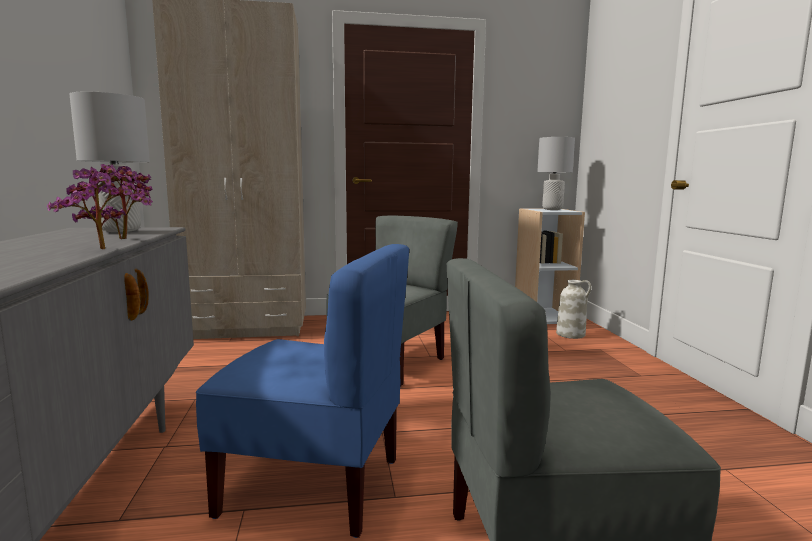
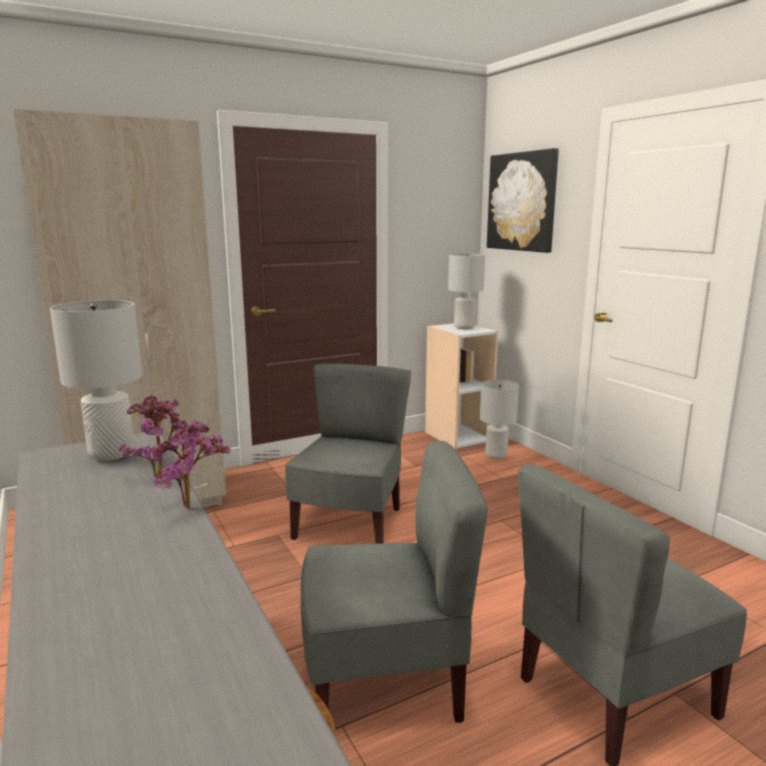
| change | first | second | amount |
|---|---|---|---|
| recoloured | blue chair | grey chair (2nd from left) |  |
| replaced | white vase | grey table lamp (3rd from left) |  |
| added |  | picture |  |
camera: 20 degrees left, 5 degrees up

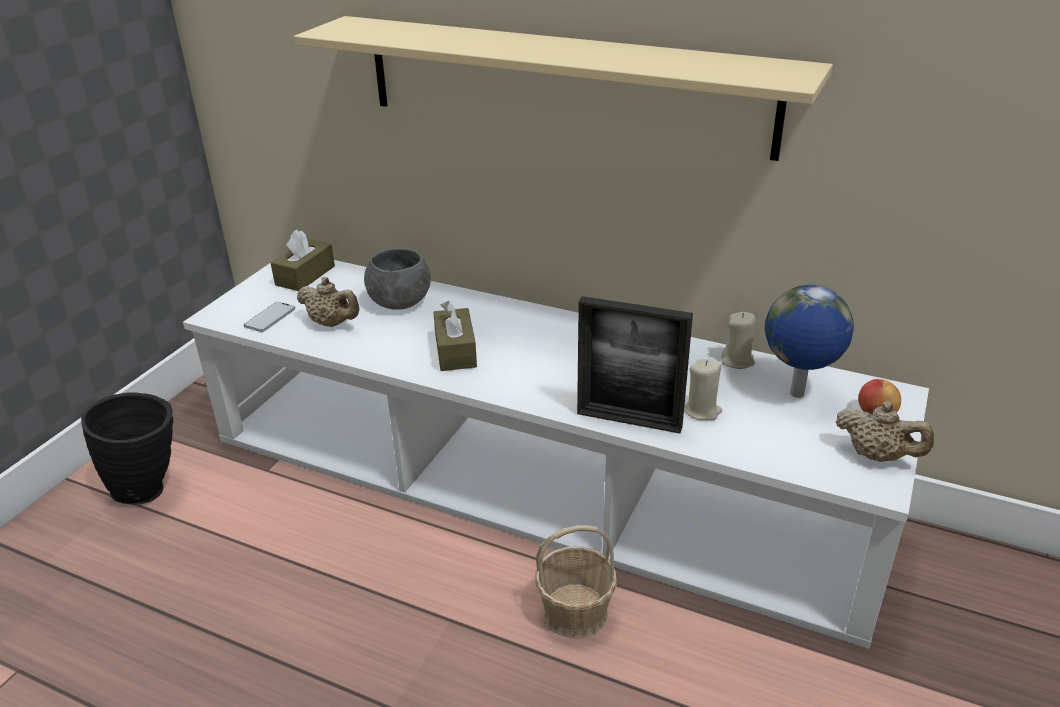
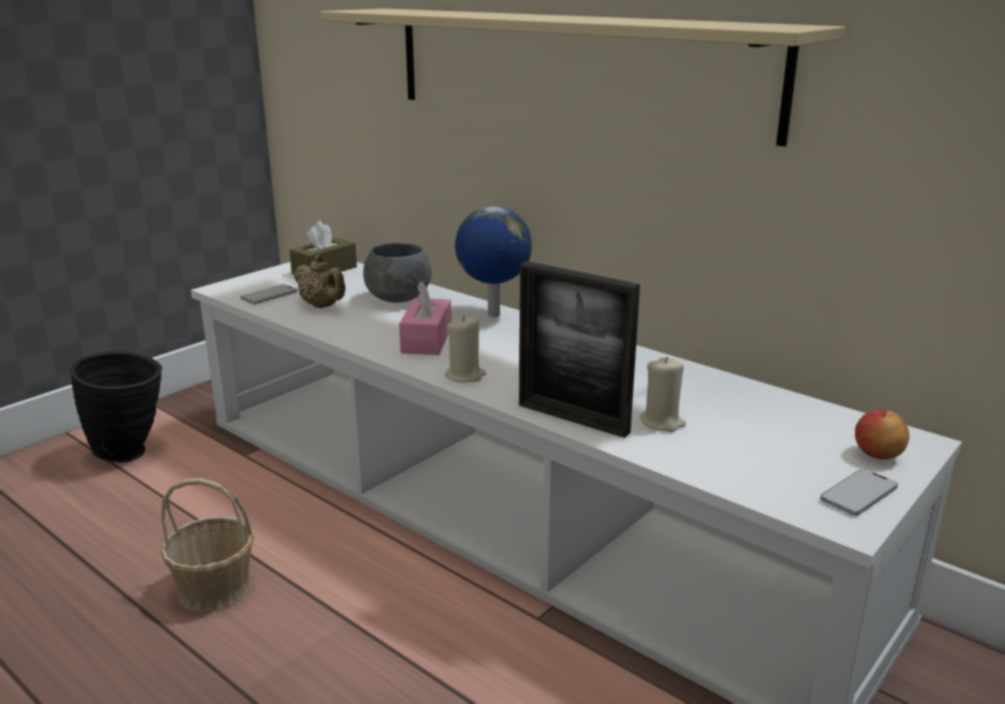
| change | first | second | amount |
|---|---|---|---|
| moved | globe |  |  |
| recoloured | brown tissue box (2nd from left) | pink tissue box |  |
| moved | beige candle (2nd from left in the first image) | beige candle (1st from left) |  |
| replaced | beige teapot (2nd from left) | phone (2nd from left) |  |
| moved | basket |  |  |
camera: 15 degrees right, 10 degrees down

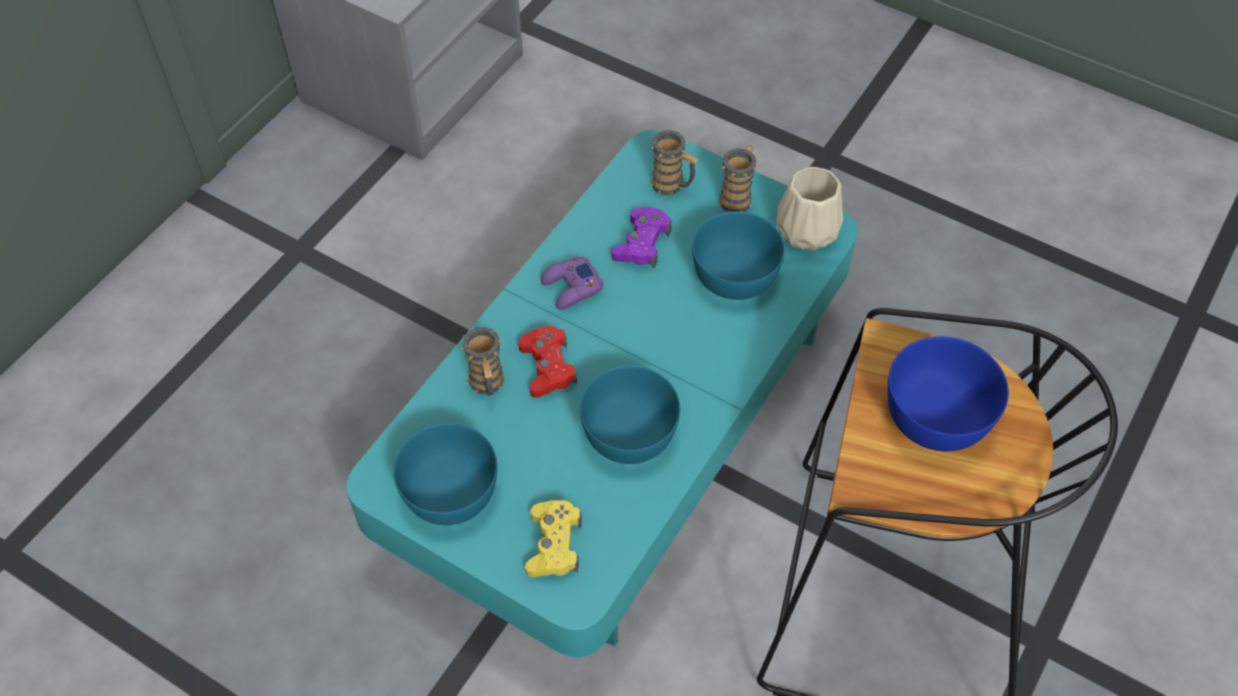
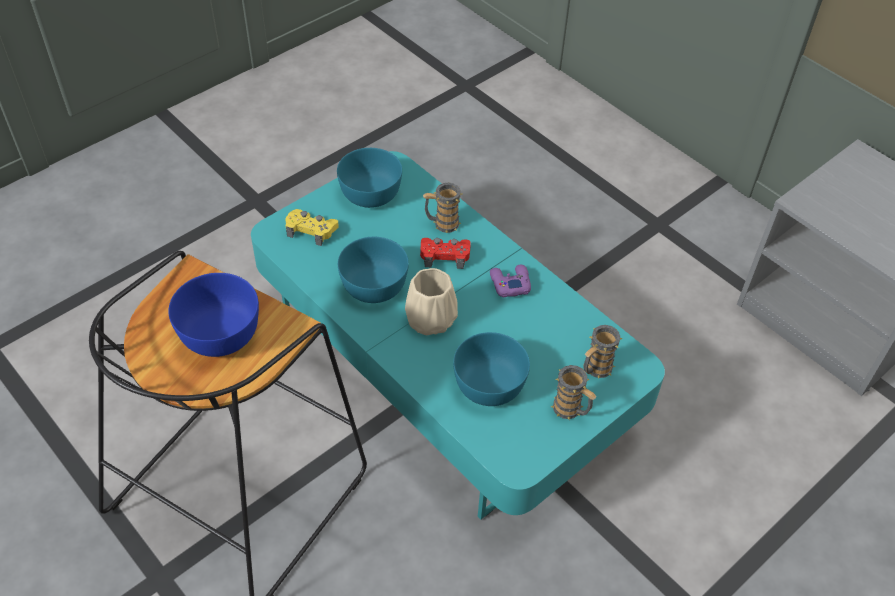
| change | first | second | amount |
|---|---|---|---|
| moved | beige vase |  |  |
| removed | purple game controller (2nd from left) |  |  |
camera: 105 degrees right, 5 degrees down

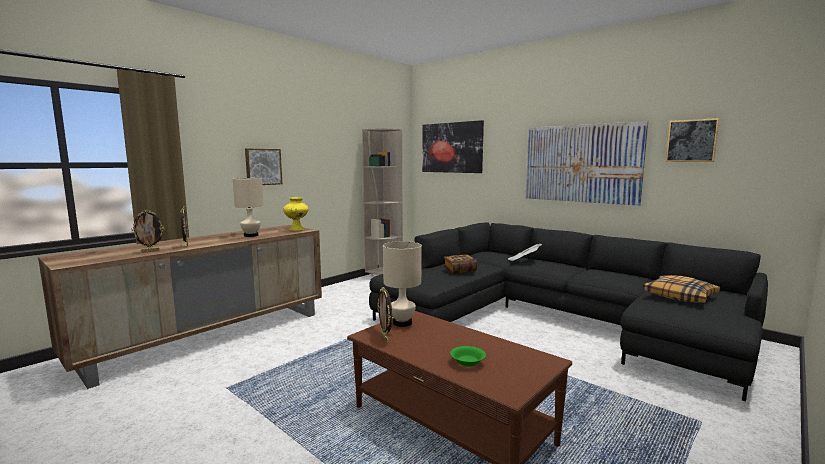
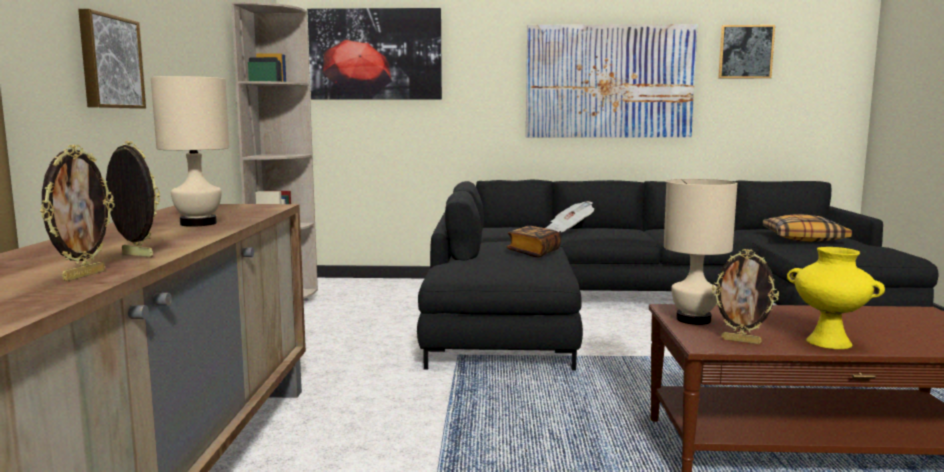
| change | first | second | amount |
|---|---|---|---|
| moved | yellow vase |  |  |
| removed | green bowl |  |  |
camera: 40 degrees left, 0 degrees up

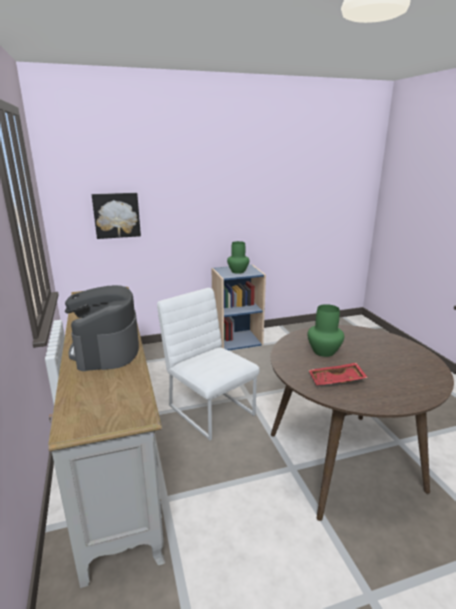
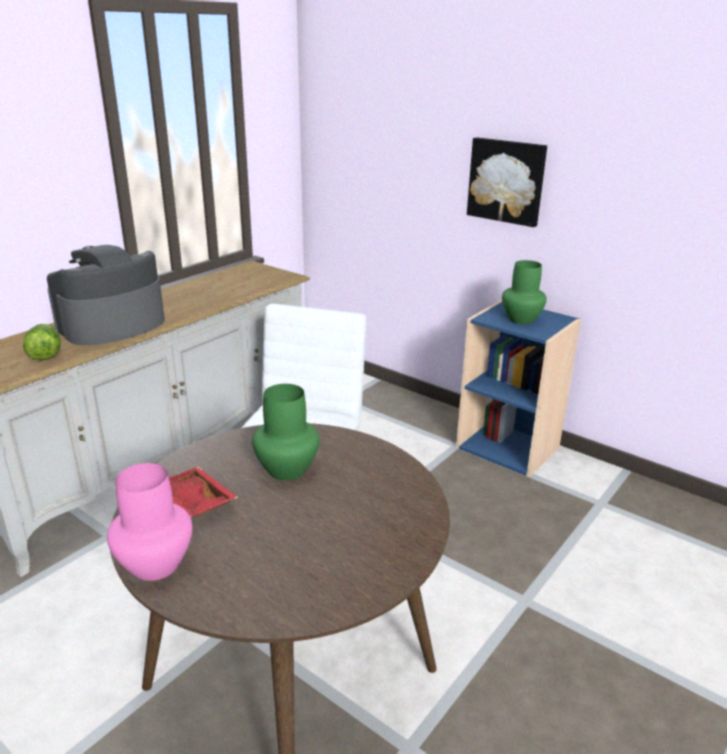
| change | first | second | amount |
|---|---|---|---|
| moved | picture |  |  |
| added |  | lettuce |  |
| added |  | pink vase |  |
camera: 55 degrees right, 5 degrees up

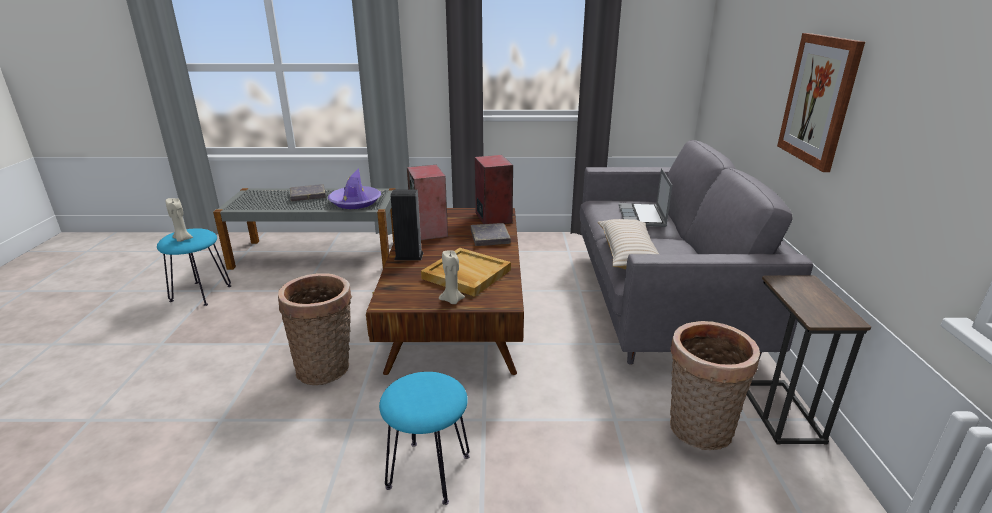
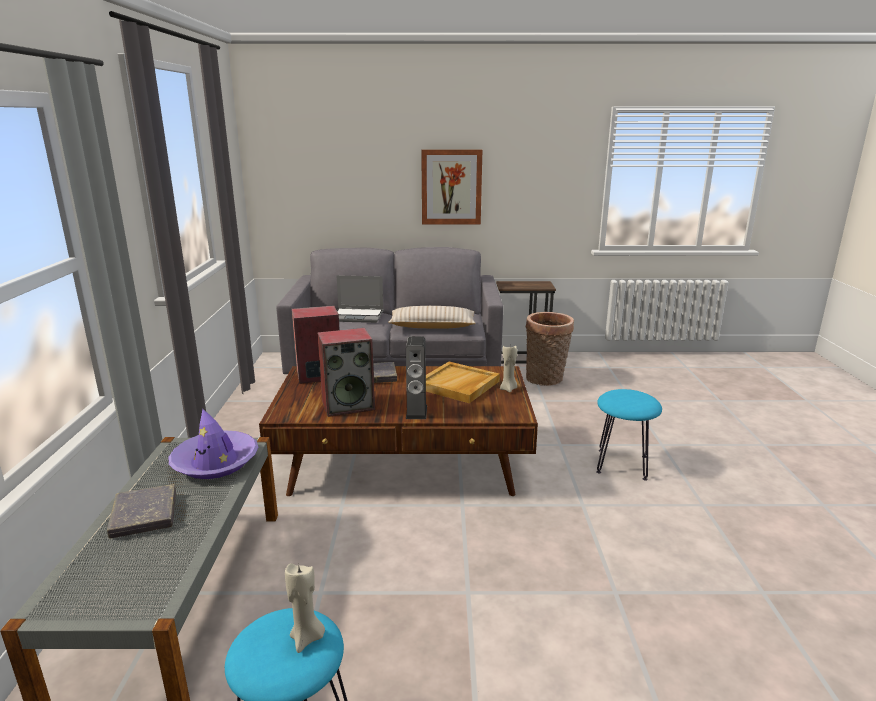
| change | first | second | amount |
|---|---|---|---|
| removed | basket (1st from left) |  |  |
camera: 90 degrees left, 5 degrees down

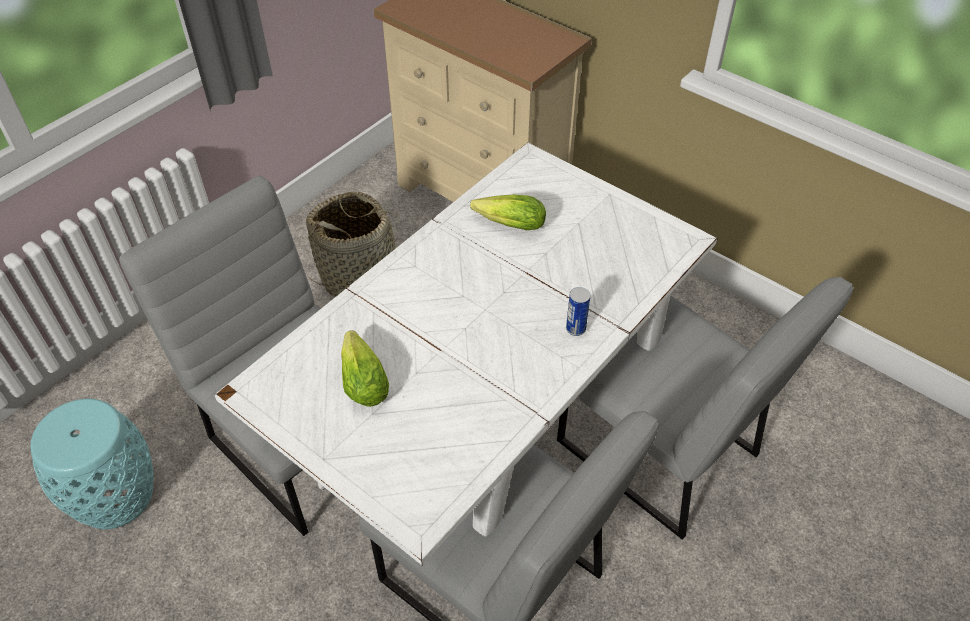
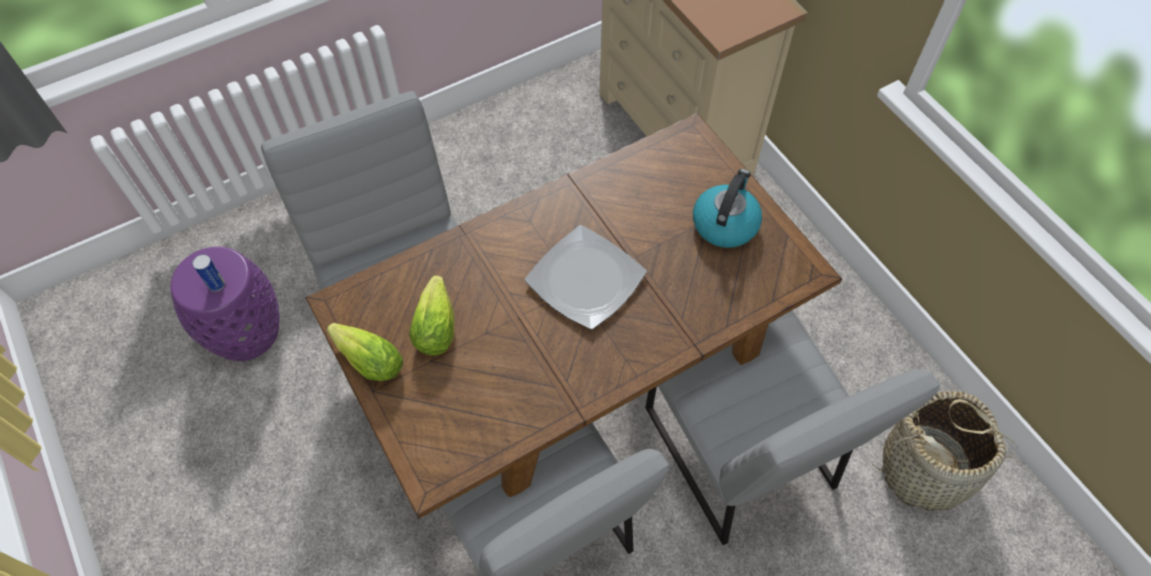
| change | first | second | amount |
|---|---|---|---|
| recoloured | white dining table | brown dining table |  |
| moved | basket |  |  |
| moved | lettuce (2nd from left in the first image) | lettuce (1st from left) |  |
| moved | can |  |  |
| recoloured | turquoise stool | purple stool |  |
| added |  | kettle |  |
| added |  | plate |  |
camera: 20 degrees right, 10 degrees up

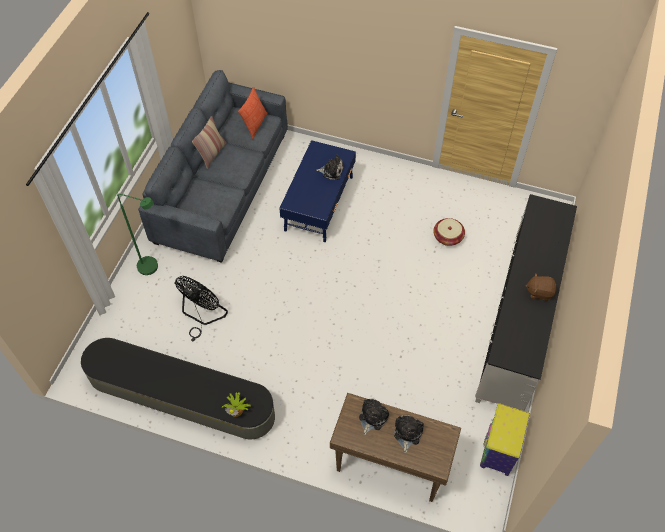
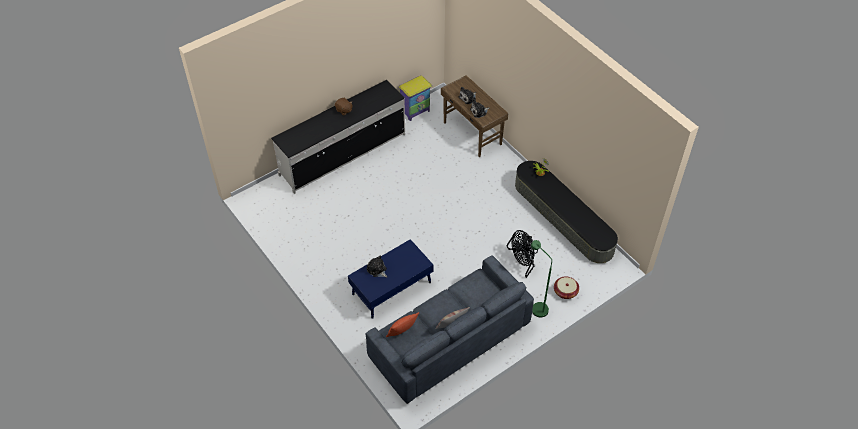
| change | first | second | amount |
|---|---|---|---|
| moved | basket |  |  |
camera: 145 degrees left, 5 degrees down

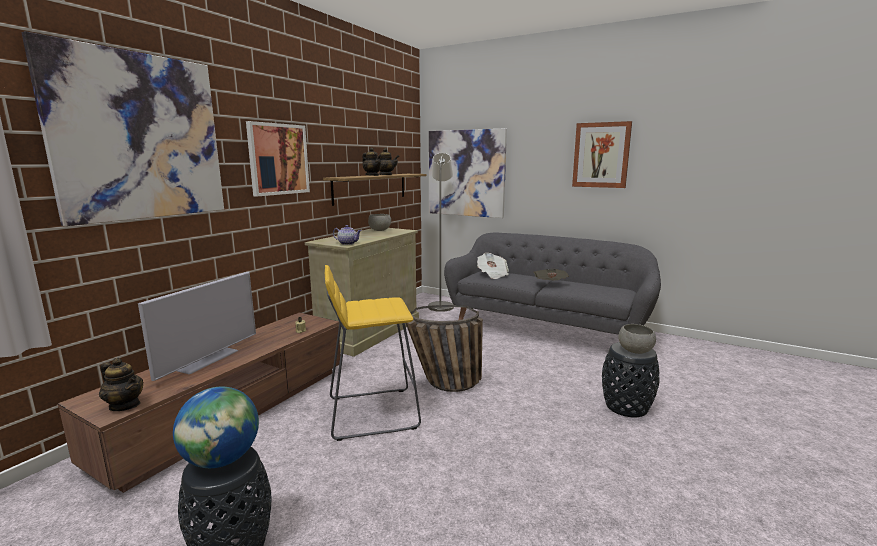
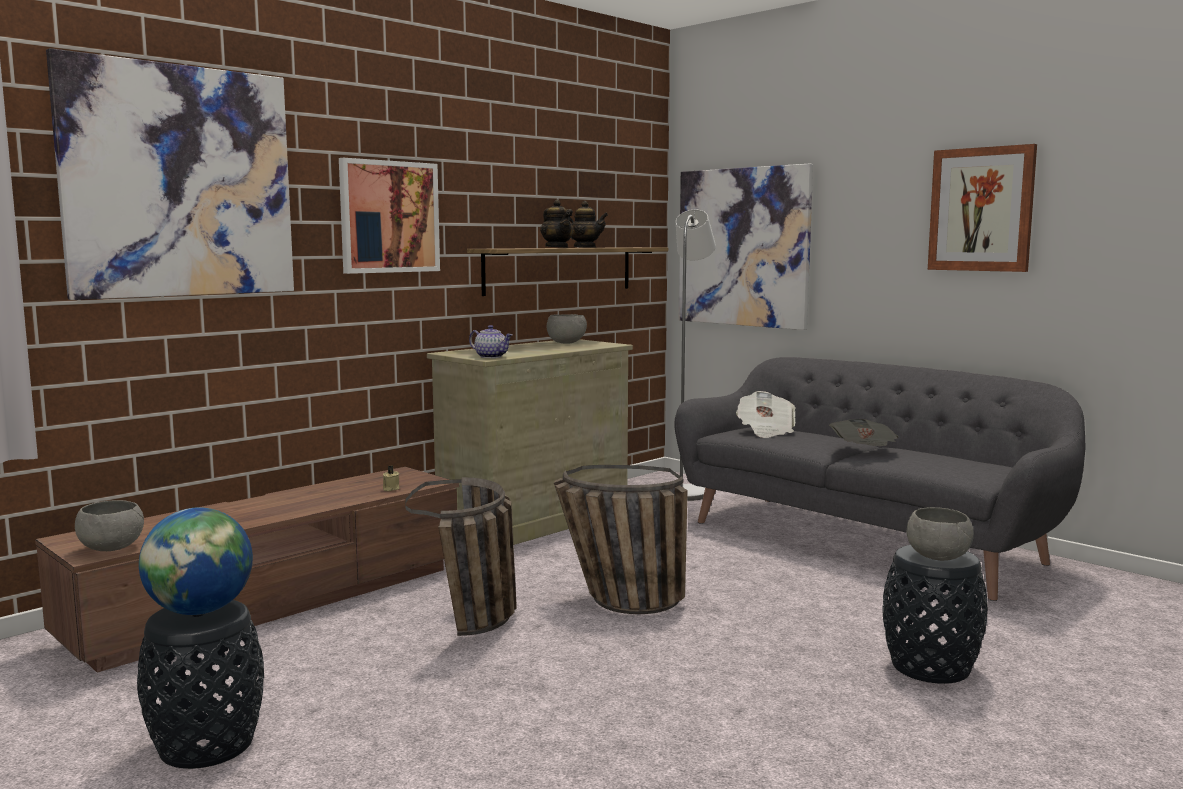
| change | first | second | amount |
|---|---|---|---|
| replaced | yellow stool | basket (1st from left) |  |
| removed | television |  |  |
| replaced | teapot (1st from left) | grey bowl (1st from left) |  |
camera: 15 degrees right, 5 degrees down

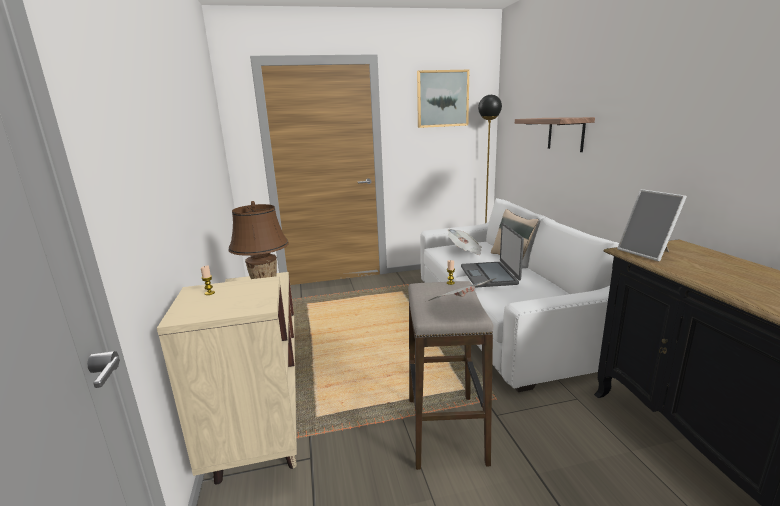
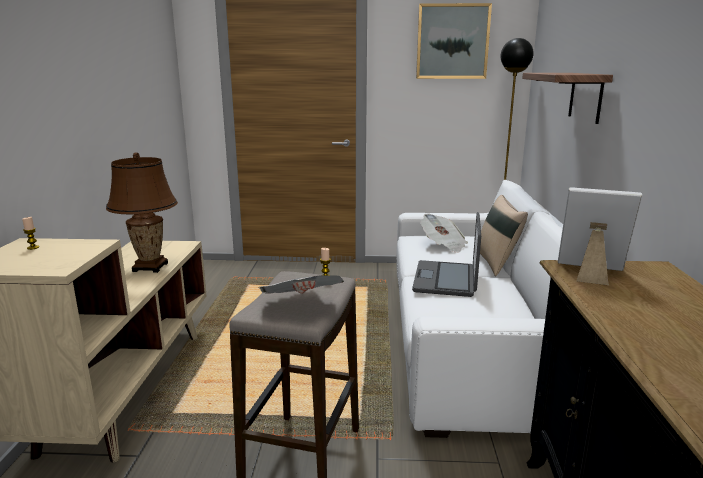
| change | first | second | amount |
|---|---|---|---|
| turned | picture frame |  | 120 degrees clockwise |
camera: 15 degrees right, 0 degrees up

